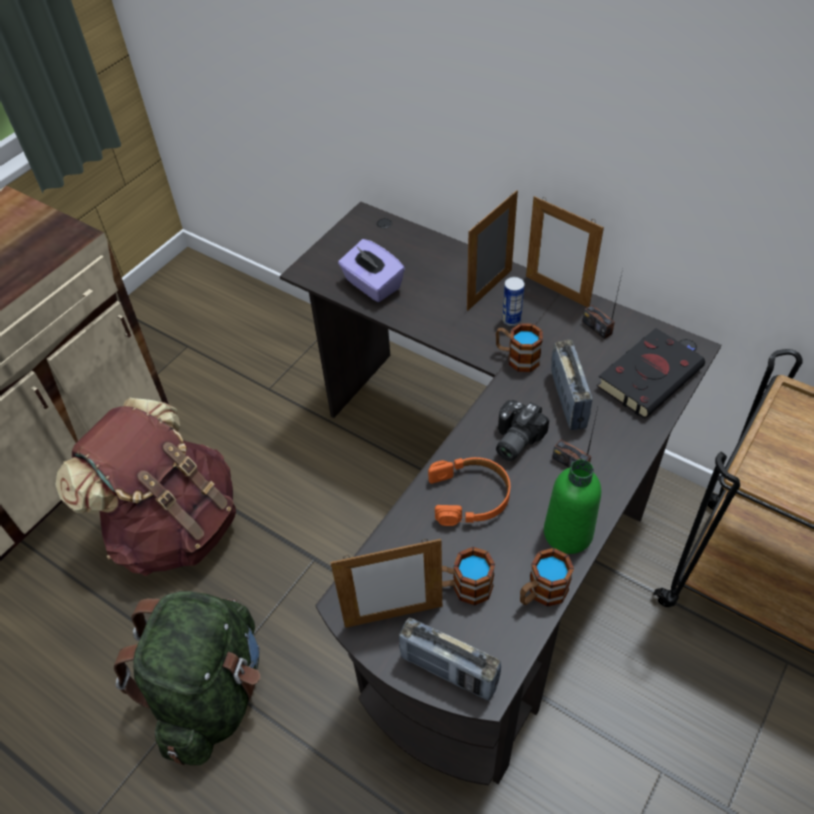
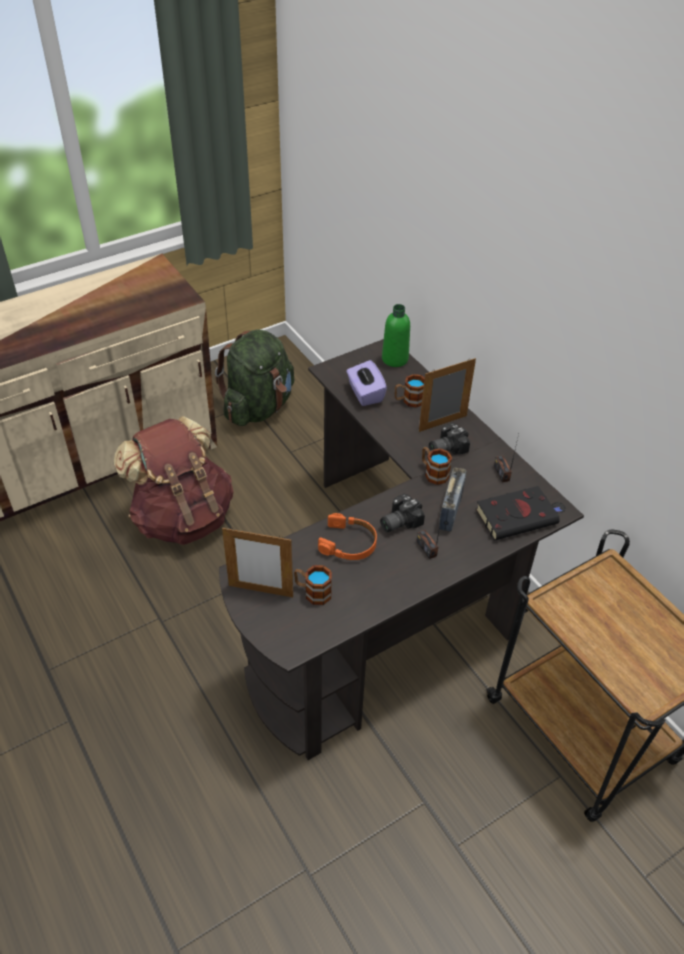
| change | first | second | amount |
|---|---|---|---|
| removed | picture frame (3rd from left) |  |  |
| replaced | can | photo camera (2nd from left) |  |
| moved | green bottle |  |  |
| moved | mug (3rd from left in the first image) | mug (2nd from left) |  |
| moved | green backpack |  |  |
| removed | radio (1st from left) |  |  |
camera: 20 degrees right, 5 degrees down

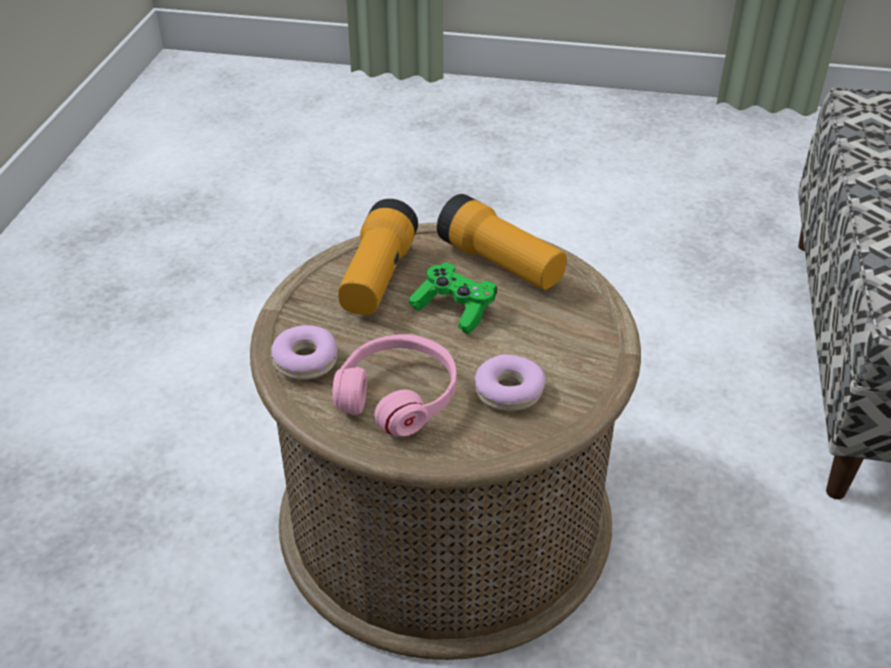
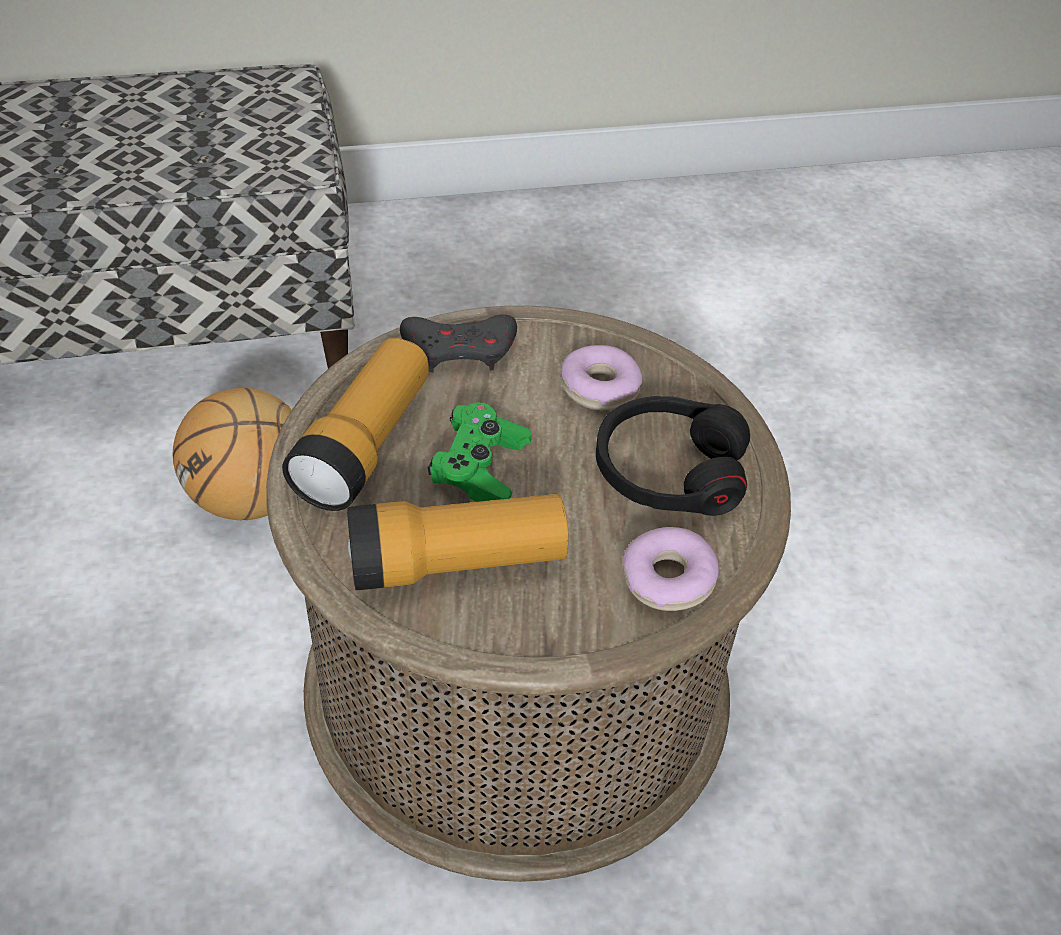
| change | first | second | amount |
|---|---|---|---|
| recoloured | pink headphones | black headphones |  |
| added |  | grey game controller |  |
| added |  | basketball |  |
camera: 115 degrees left, 5 degrees up

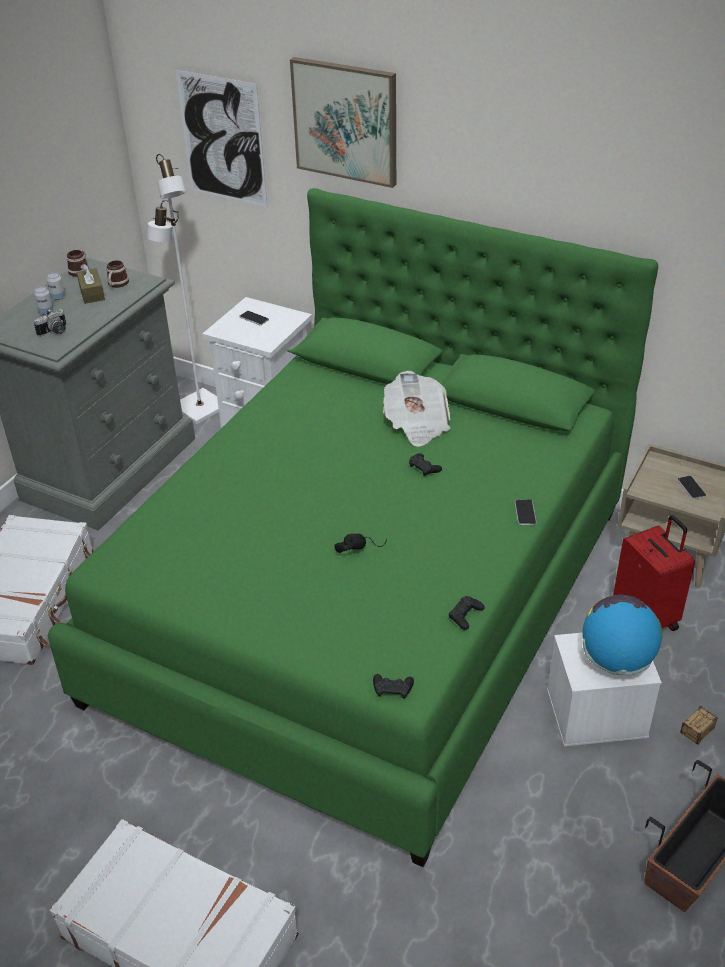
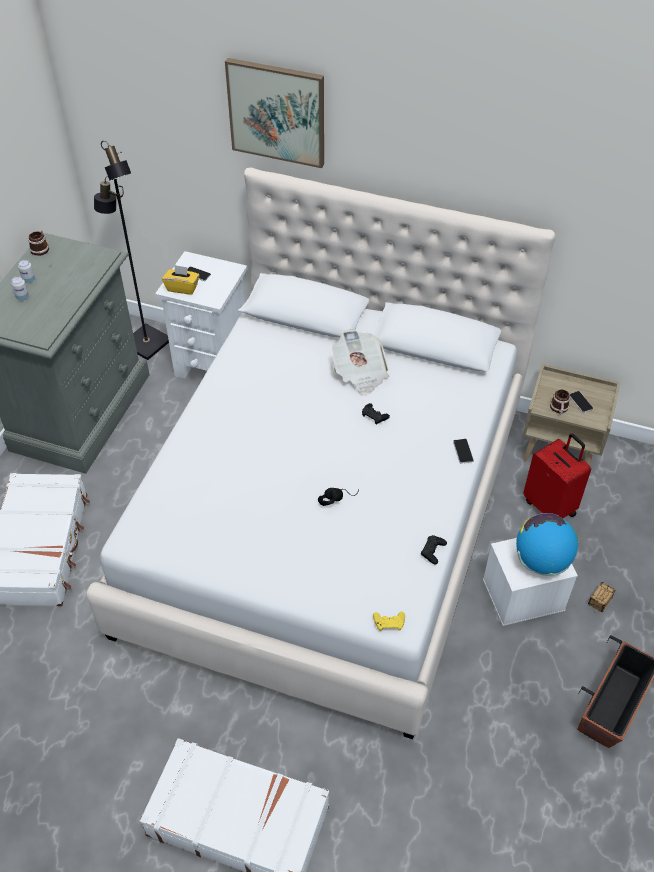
| change | first | second | amount |
|---|---|---|---|
| removed | picture (1st from left) |  |  |
| recoloured | white floor lamp | black floor lamp |  |
| recoloured | green bed | white bed |  |
| moved | mug (2nd from left) |  |  |
| removed | brown tissue box |  |  |
| removed | photo camera |  |  |
| recoloured | black game controller (1st from left) | yellow game controller |  |
| added |  | yellow tissue box |  |
camera: 10 degrees left, 10 degrees up

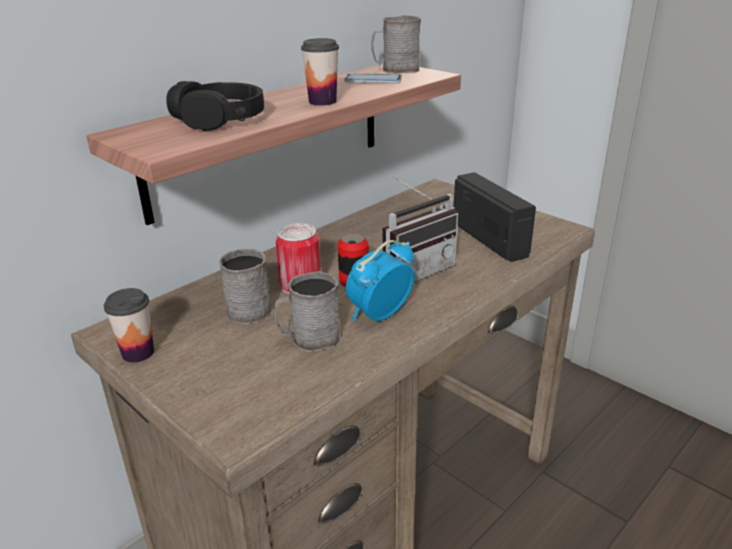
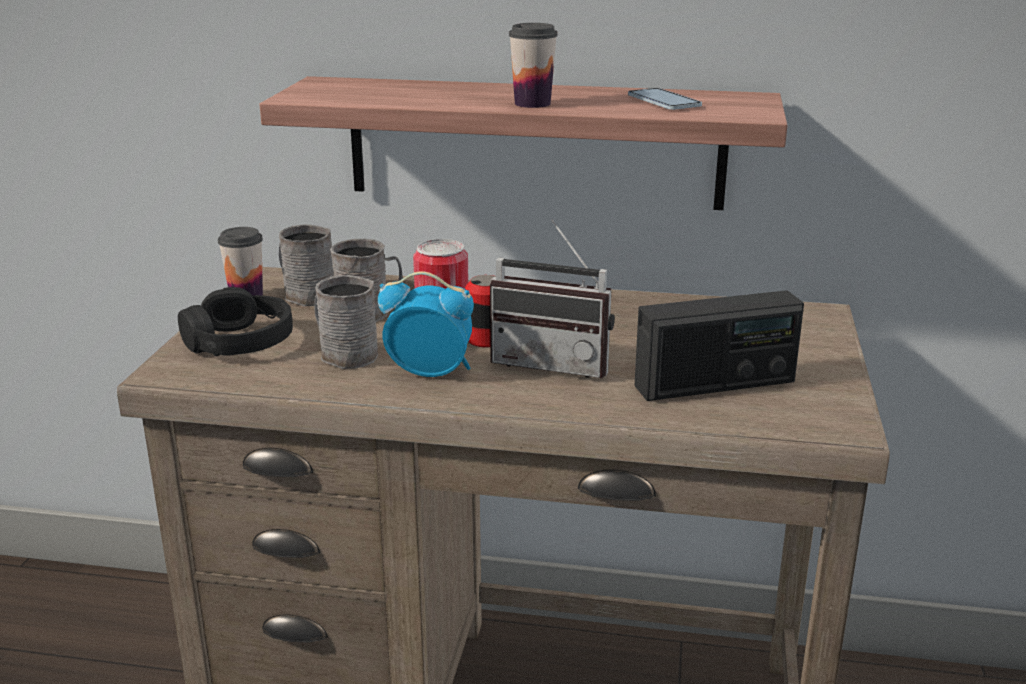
| change | first | second | amount |
|---|---|---|---|
| moved | grey mug (3rd from left in the first image) | grey mug (1st from left) |  |
| moved | black headphones |  |  |
| turned | radio (2nd from left) |  | 45 degrees clockwise |
camera: 55 degrees right, 5 degrees down

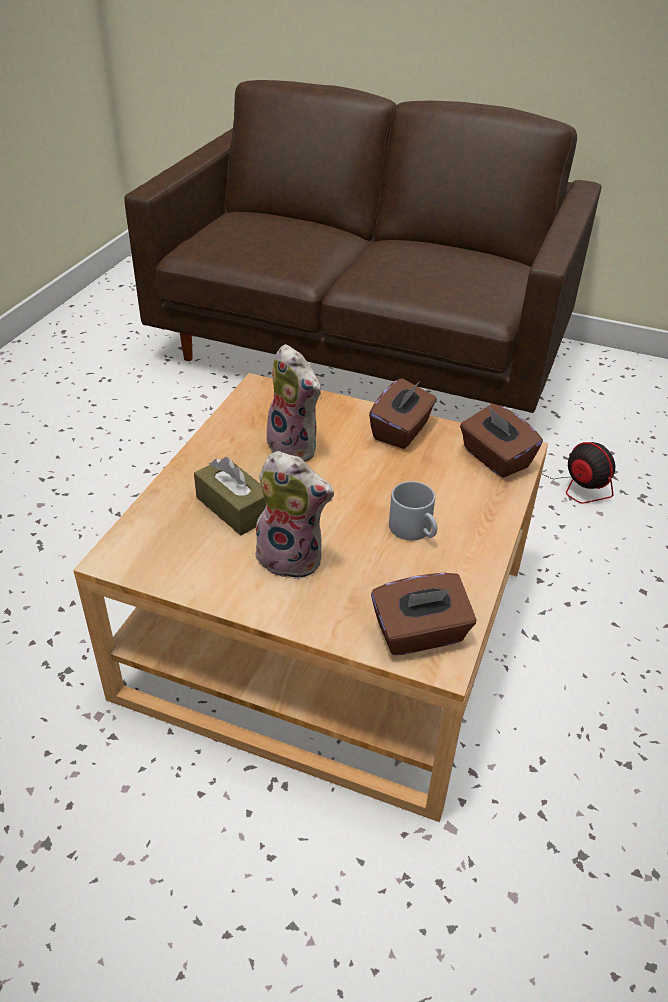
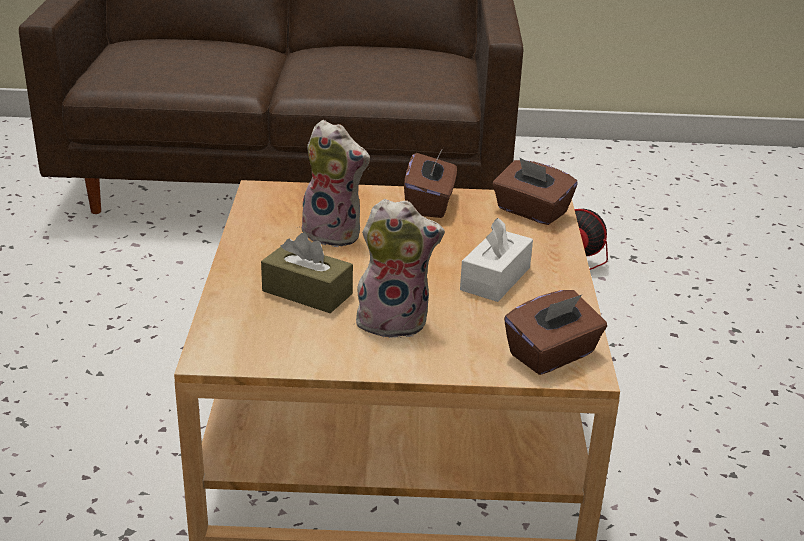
| change | first | second | amount |
|---|---|---|---|
| replaced | grey mug | white tissue box |  |
camera: 20 degrees left, 10 degrees down

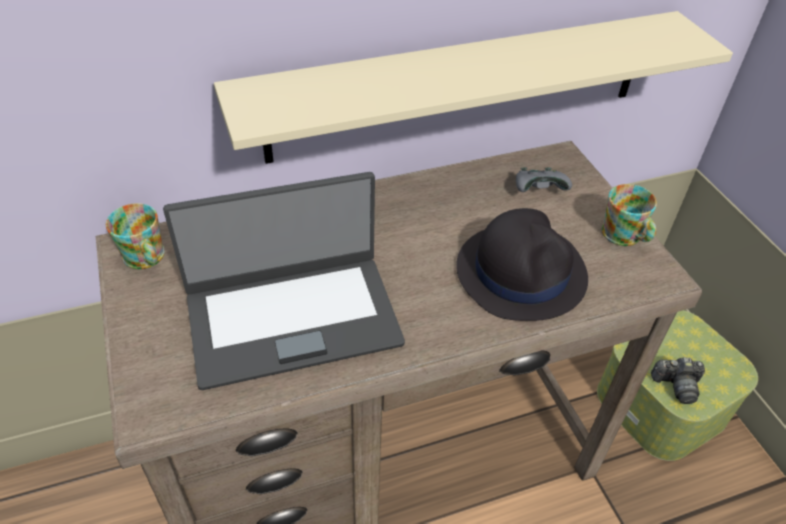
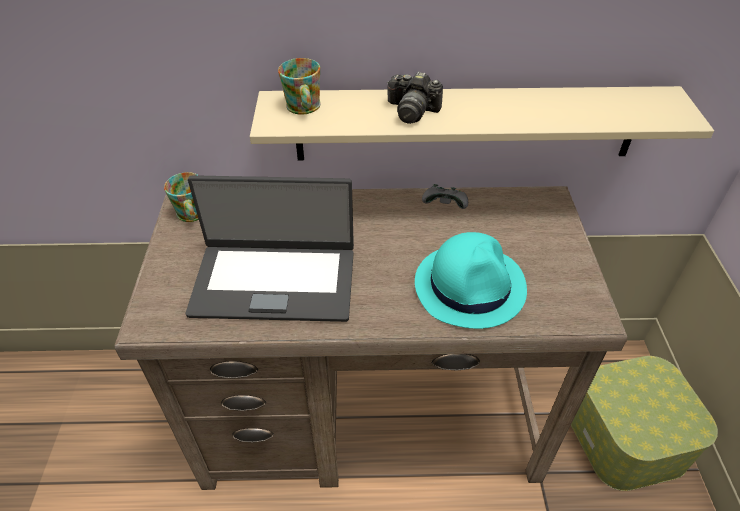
| change | first | second | amount |
|---|---|---|---|
| moved | grey game controller |  |  |
| moved | mug (2nd from left) |  |  |
| recoloured | black hat | turquoise hat |  |
| moved | photo camera |  |  |
camera: 20 degrees right, 0 degrees up

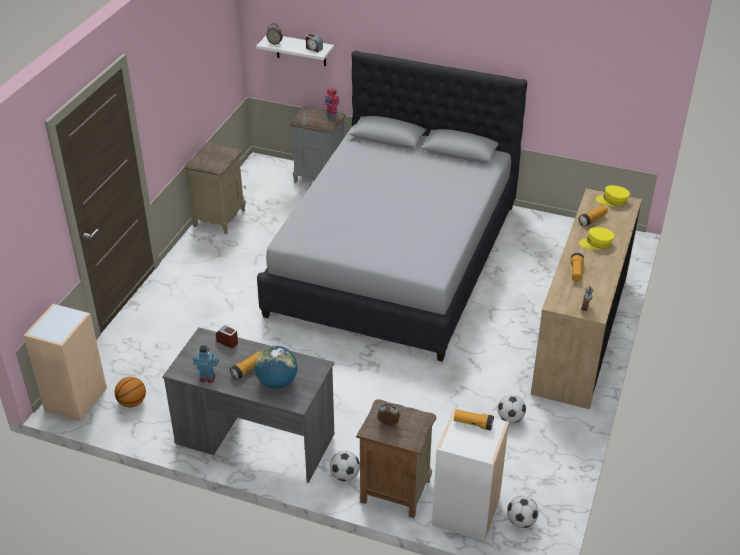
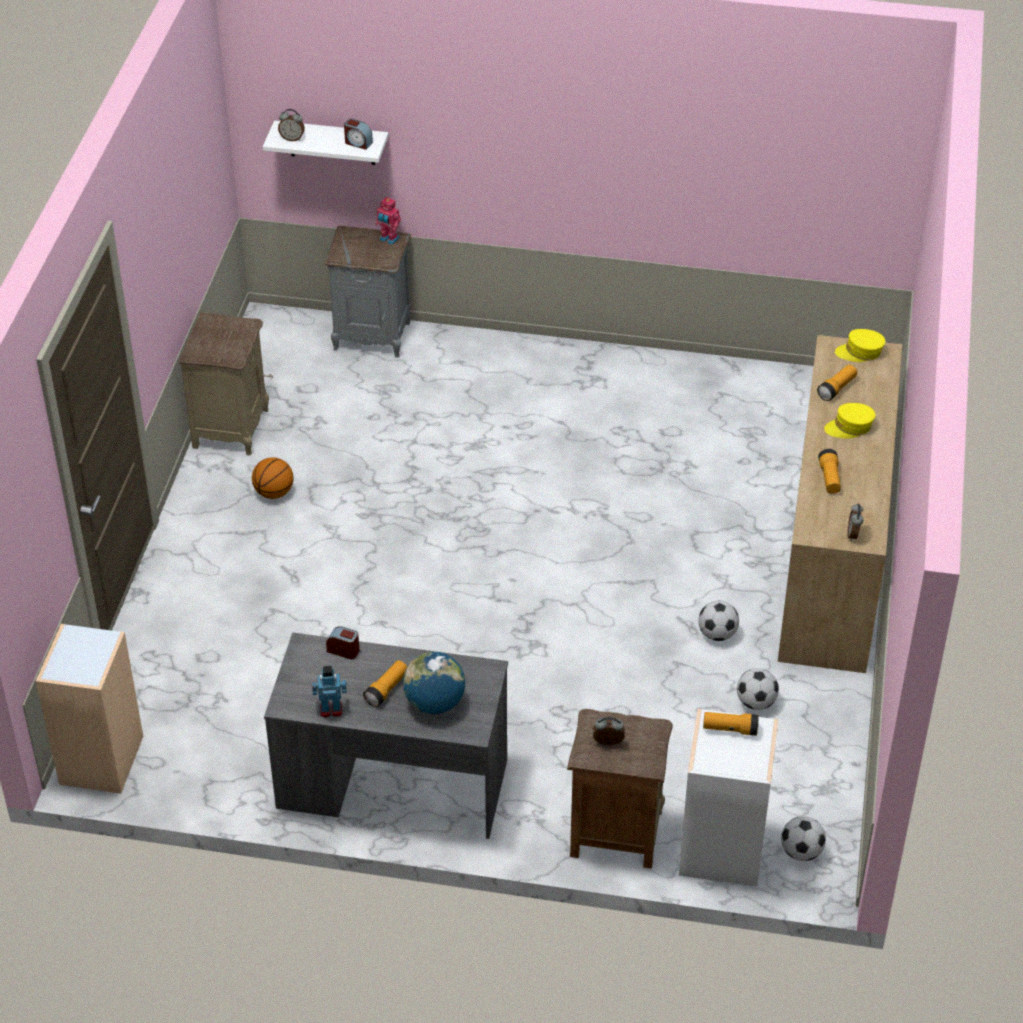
| change | first | second | amount |
|---|---|---|---|
| removed | grey bed |  |  |
| moved | basketball |  |  |
| moved | football (1st from left) |  |  |
camera: 10 degrees left, 5 degrees up

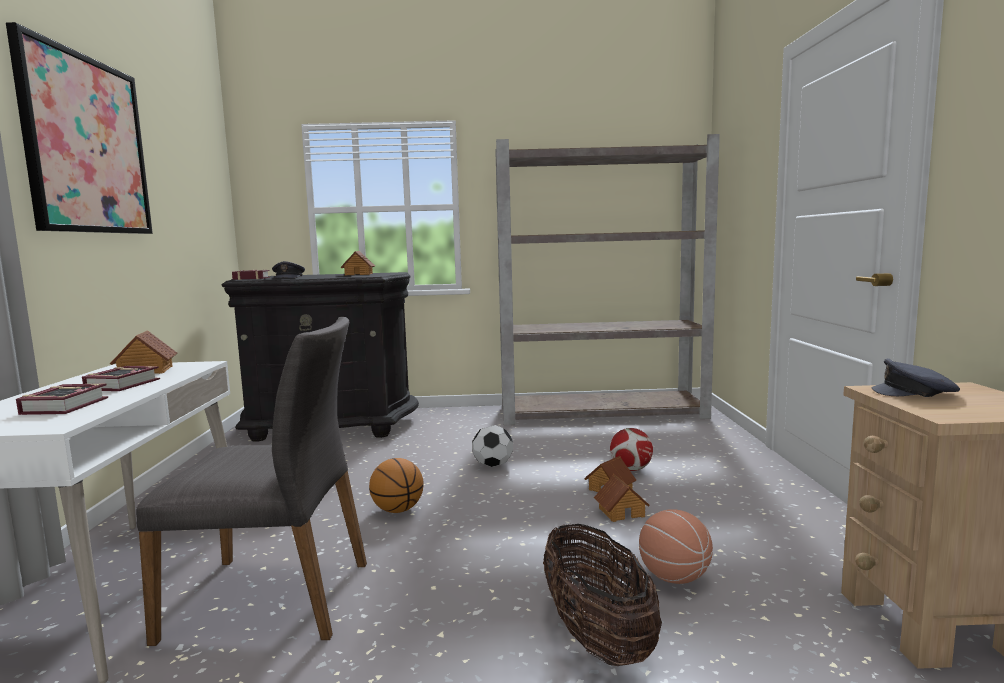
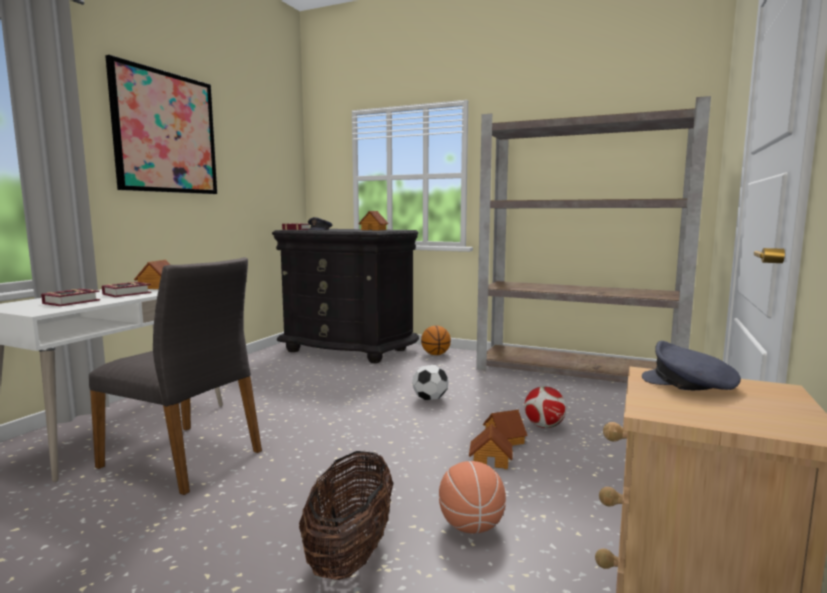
| change | first | second | amount |
|---|---|---|---|
| moved | basketball (1st from left) |  |  |
camera: 25 degrees right, 0 degrees up

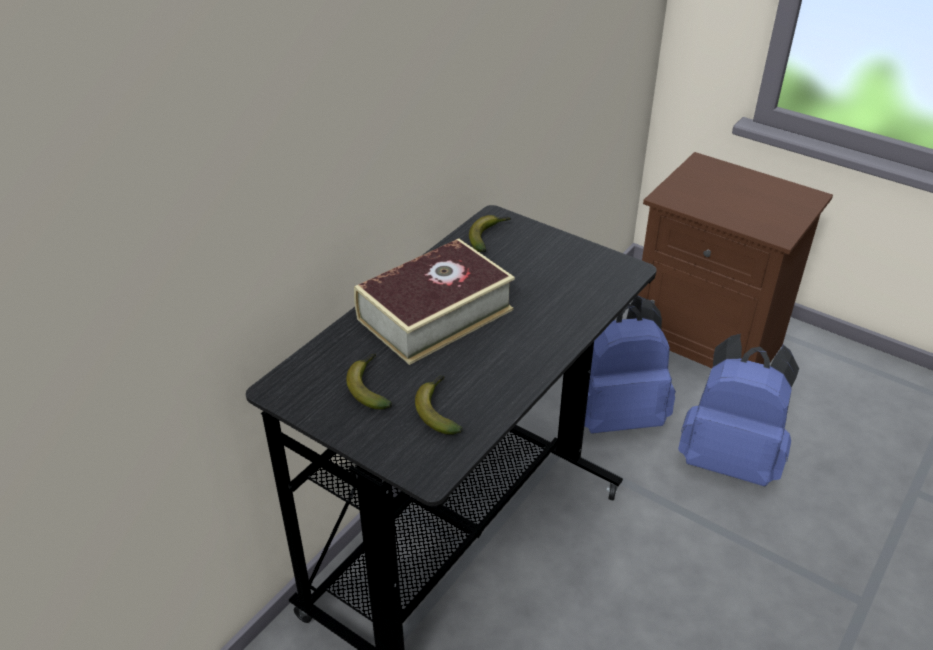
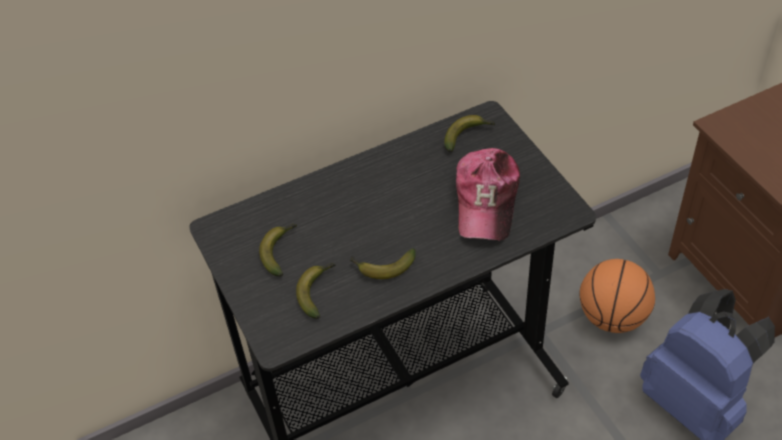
| change | first | second | amount |
|---|---|---|---|
| removed | book |  |  |
| replaced | blue backpack (1st from left) | basketball |  |
| added |  | cap |  |
| added |  | banana (3rd from left) |  |
camera: 30 degrees right, 10 degrees up

